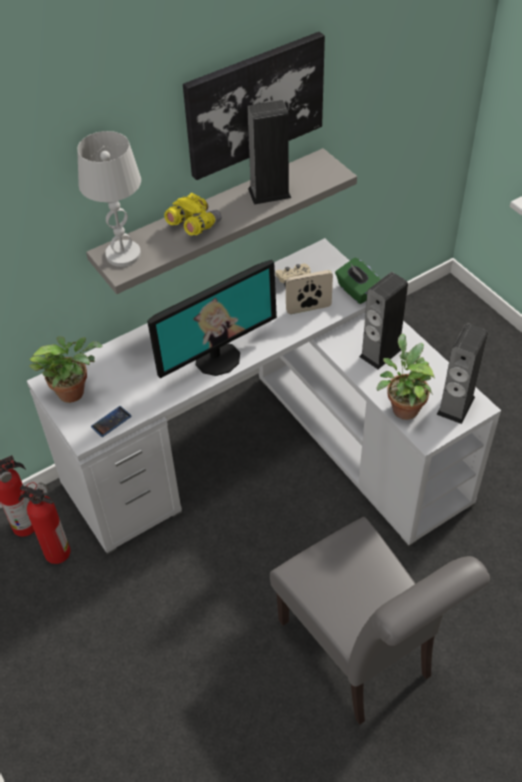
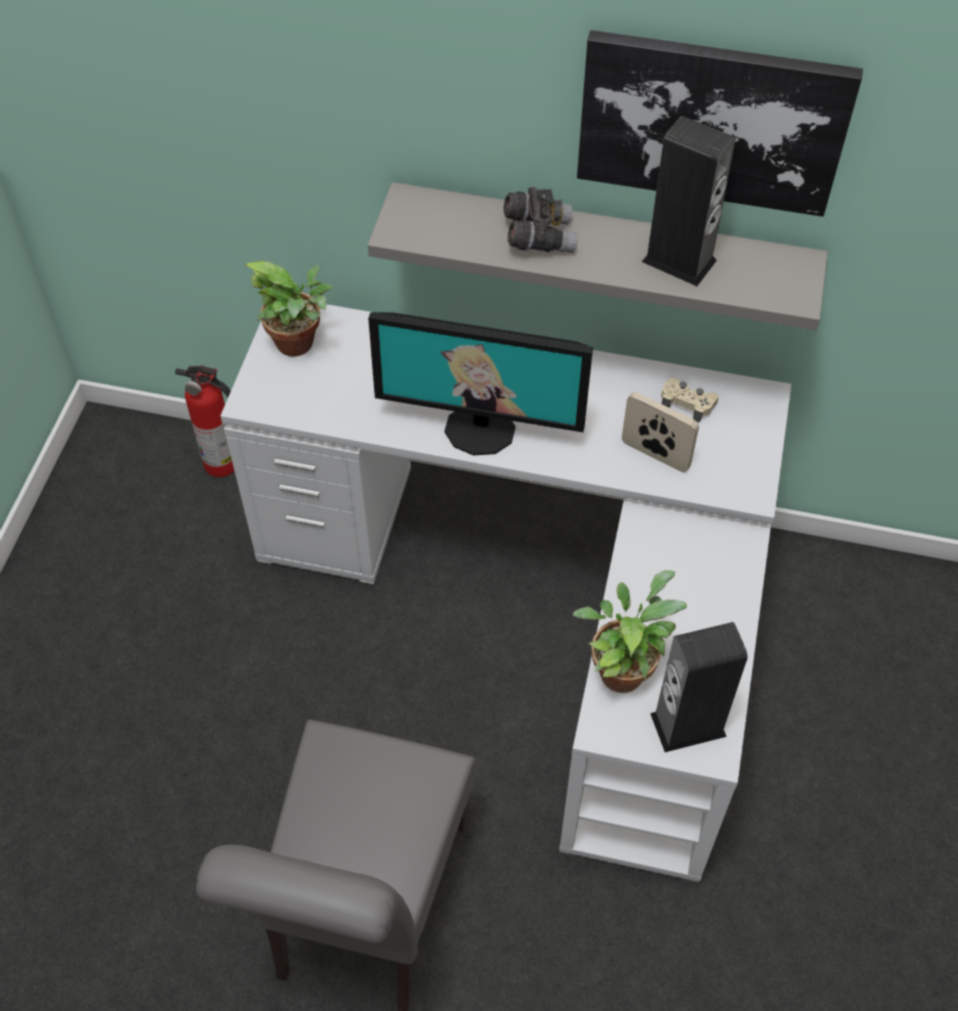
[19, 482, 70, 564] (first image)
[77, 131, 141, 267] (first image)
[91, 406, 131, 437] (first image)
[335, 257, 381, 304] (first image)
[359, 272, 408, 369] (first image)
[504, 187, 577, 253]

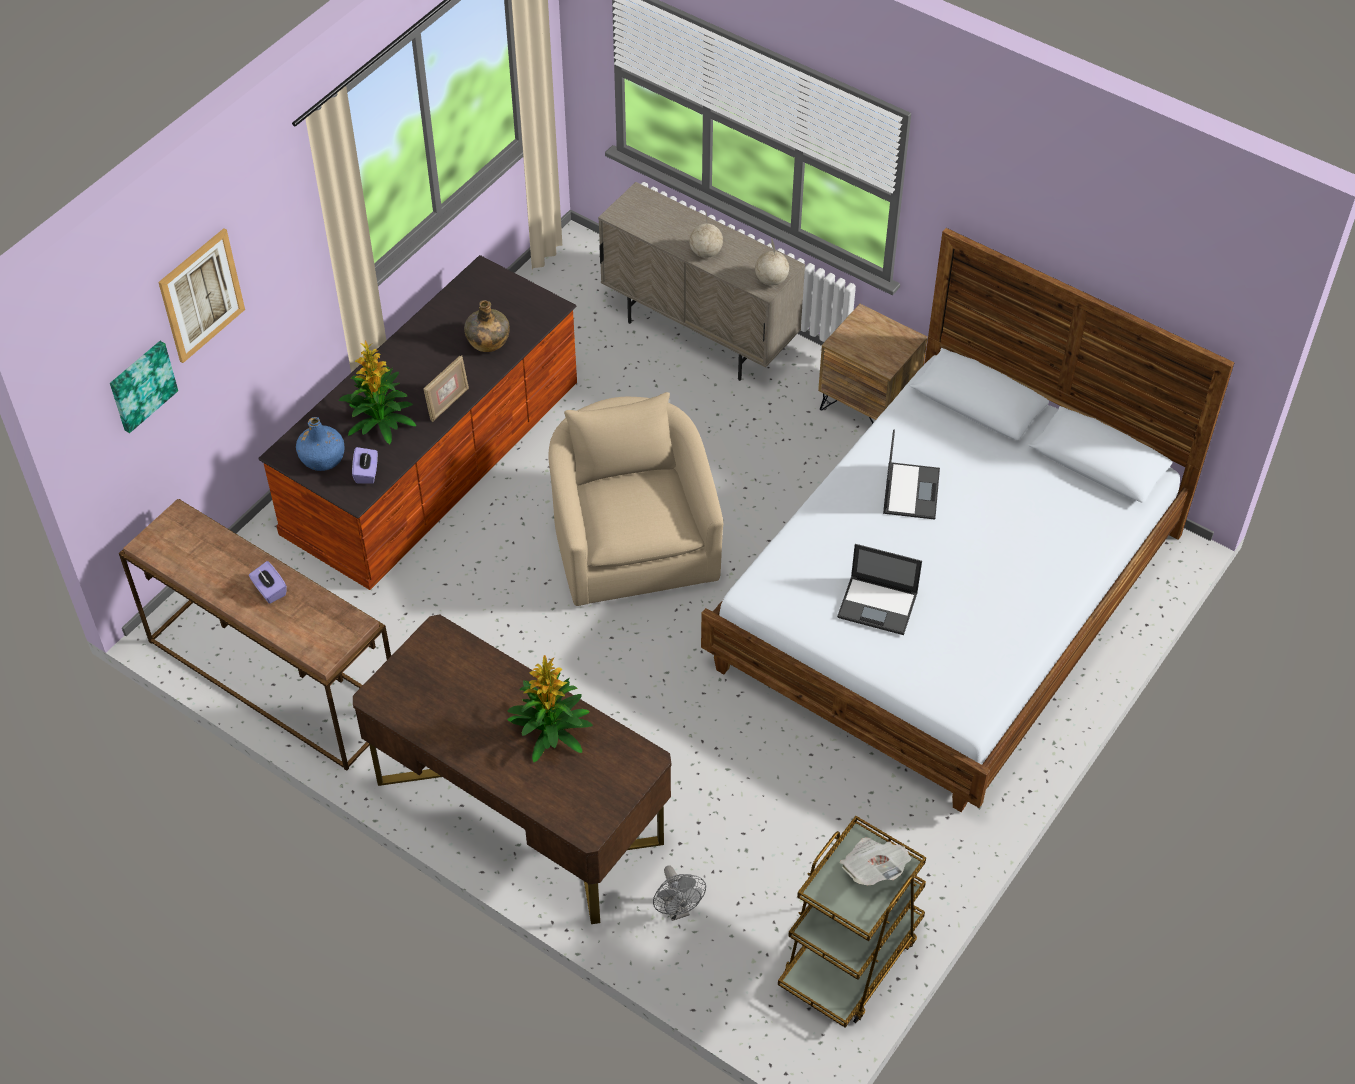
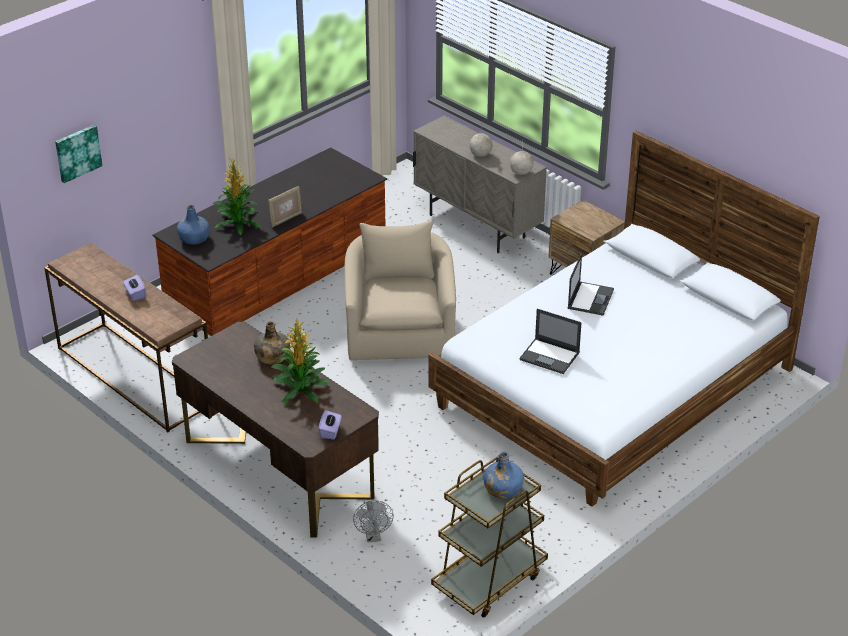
[158, 228, 245, 363] (first image)
[318, 410, 342, 439]
[254, 322, 290, 365]
[483, 452, 524, 498]

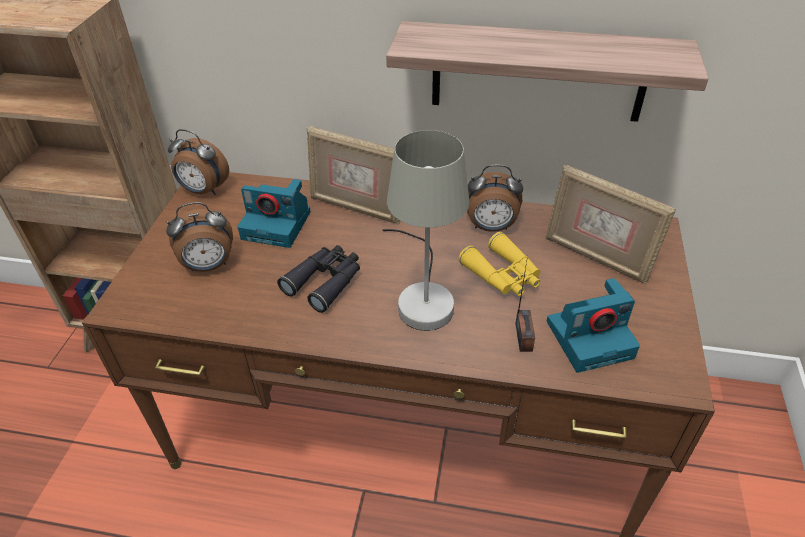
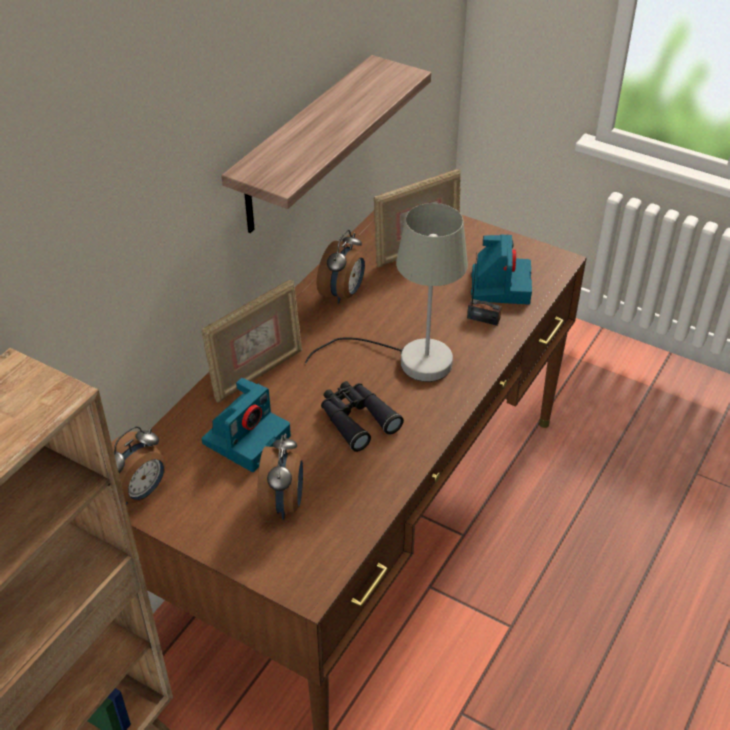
[458, 232, 541, 296] (first image)

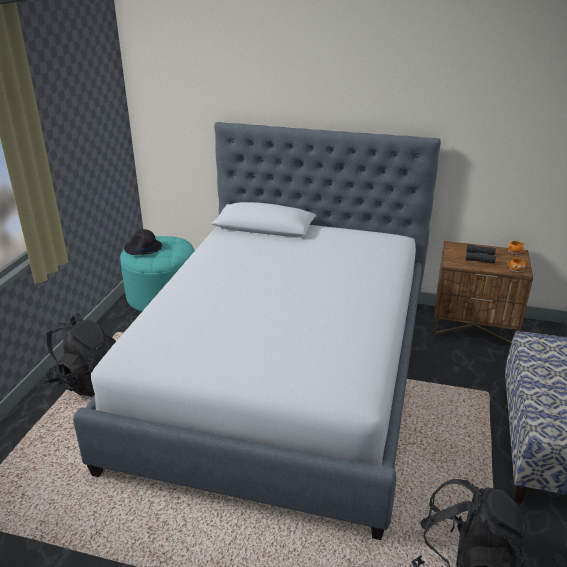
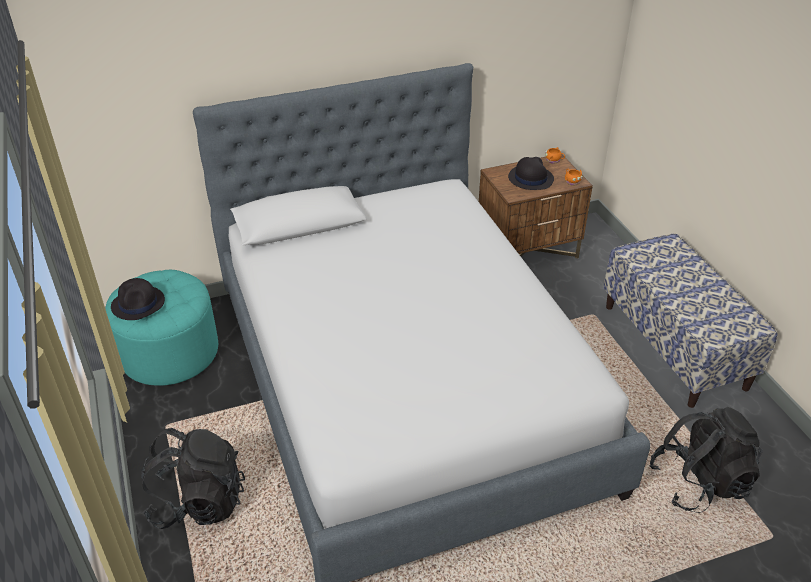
[508, 157, 554, 190]

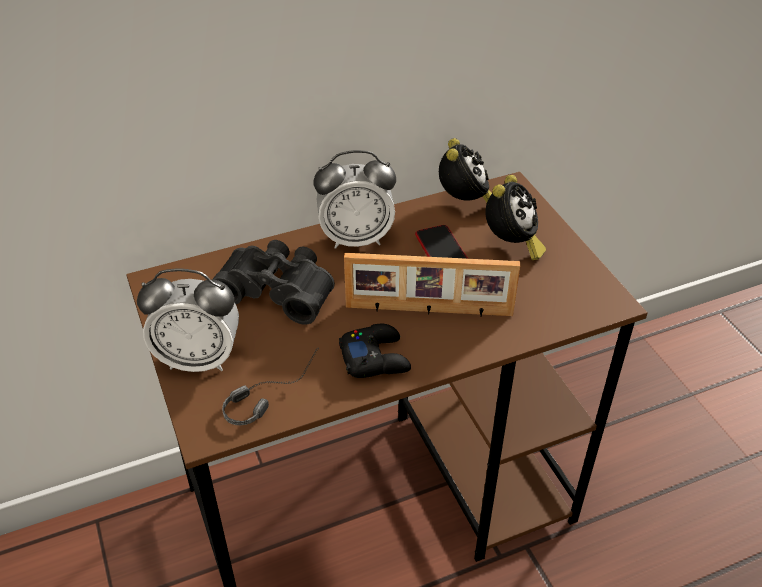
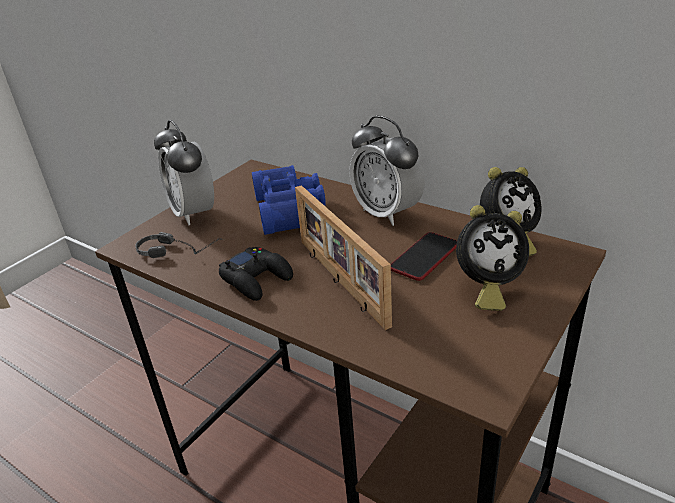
[252, 165, 326, 235]

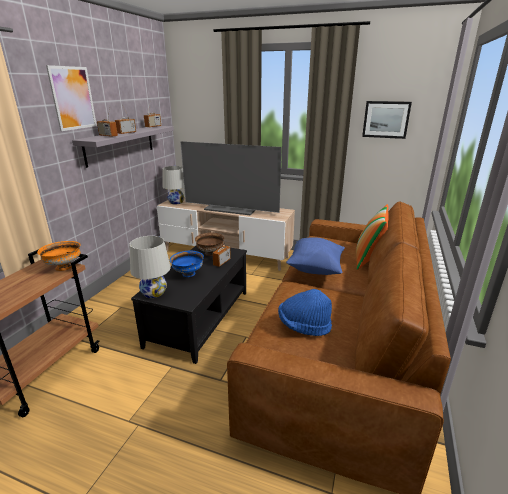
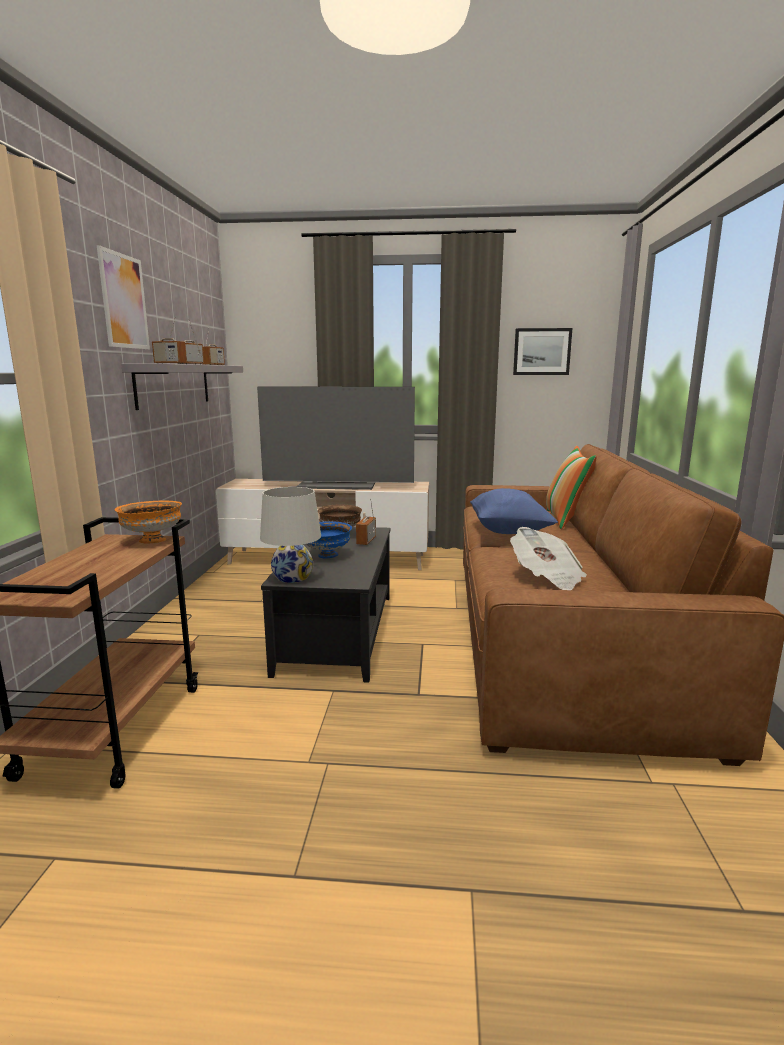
[162, 166, 184, 205] (first image)
[510, 527, 587, 590]

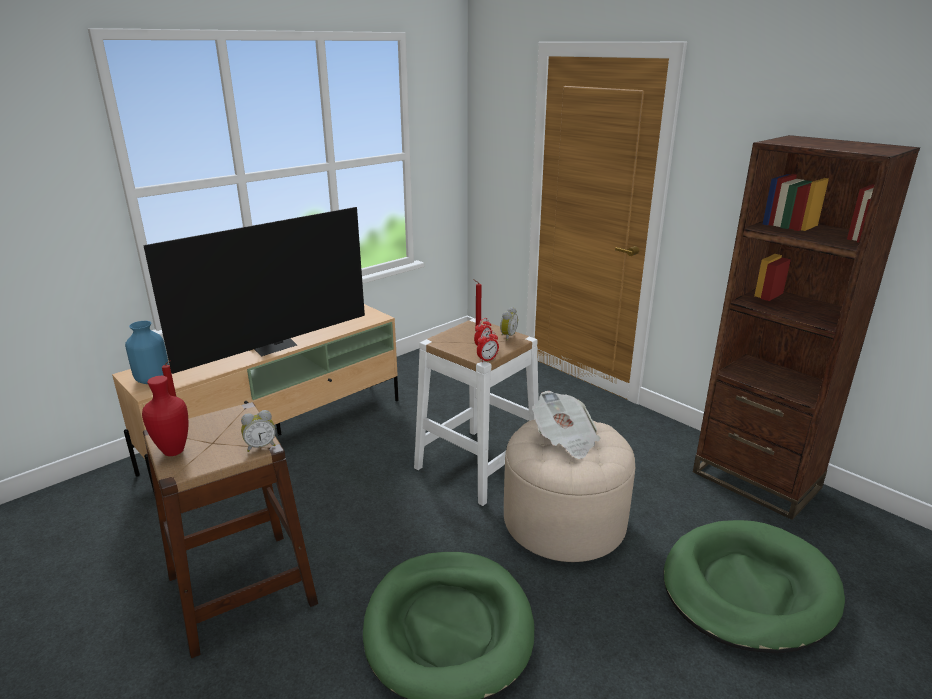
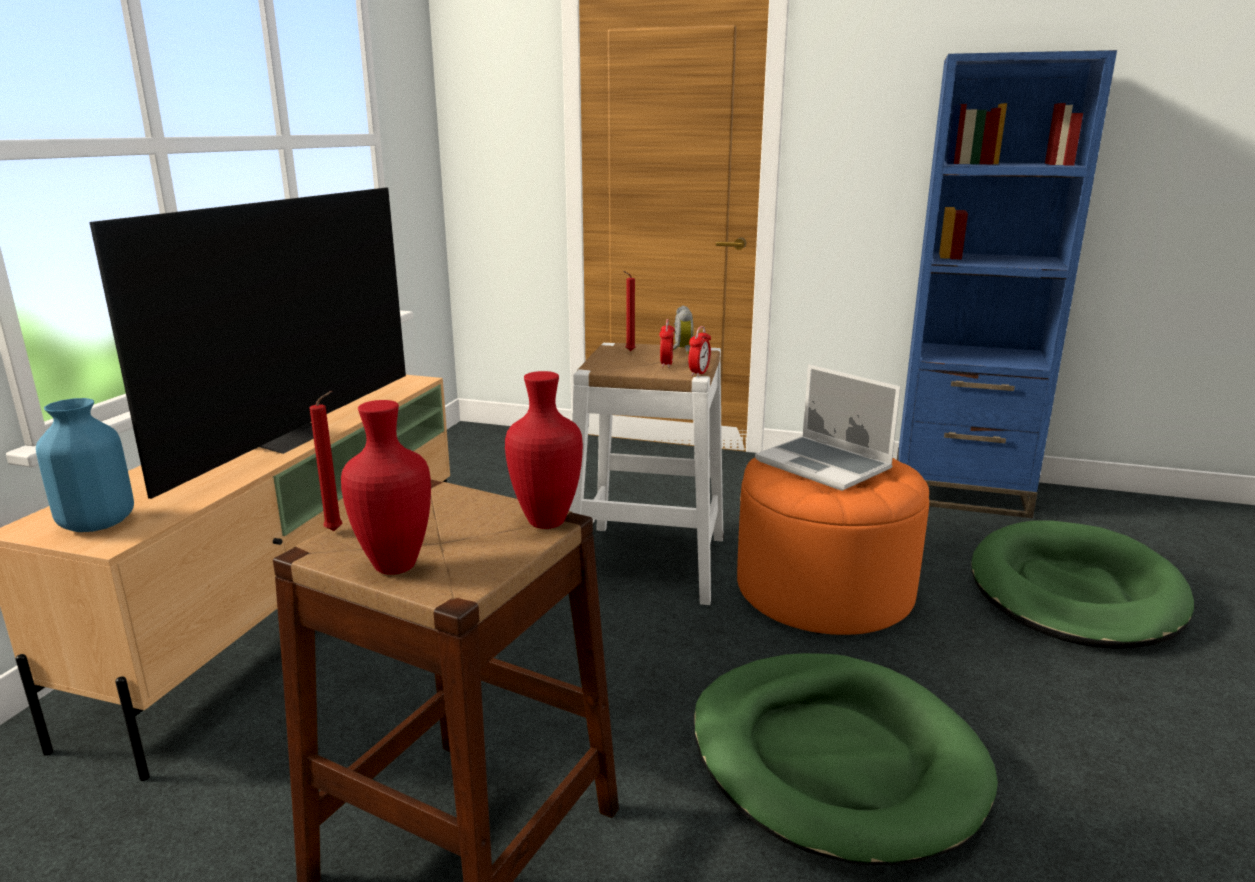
[505, 371, 583, 529]
[755, 364, 901, 491]
[737, 458, 929, 635]
[897, 50, 1117, 518]

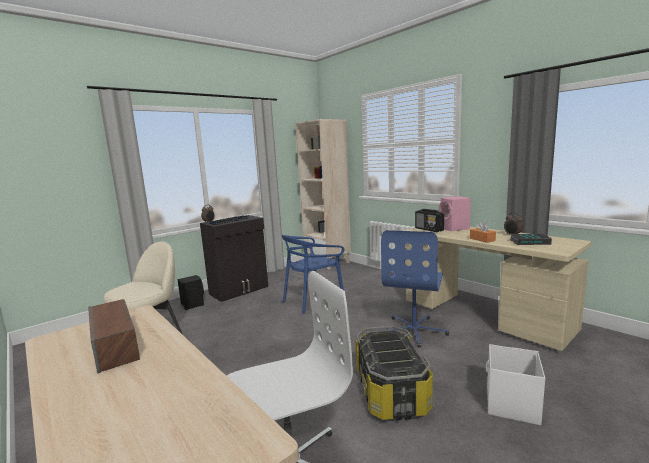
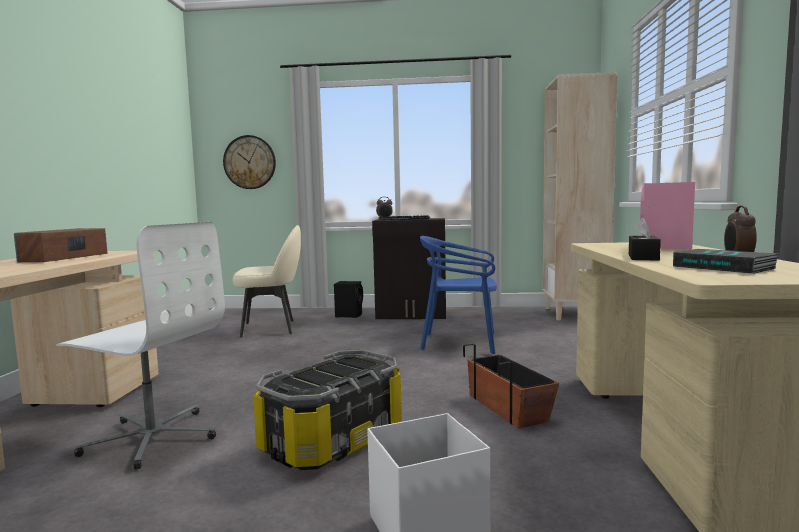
[415, 209, 444, 232] (first image)
[223, 135, 276, 189]
[463, 344, 559, 428]
[629, 218, 661, 261]

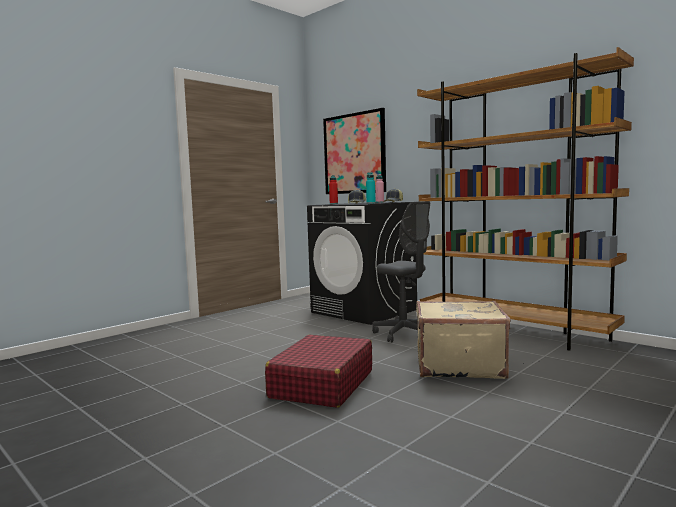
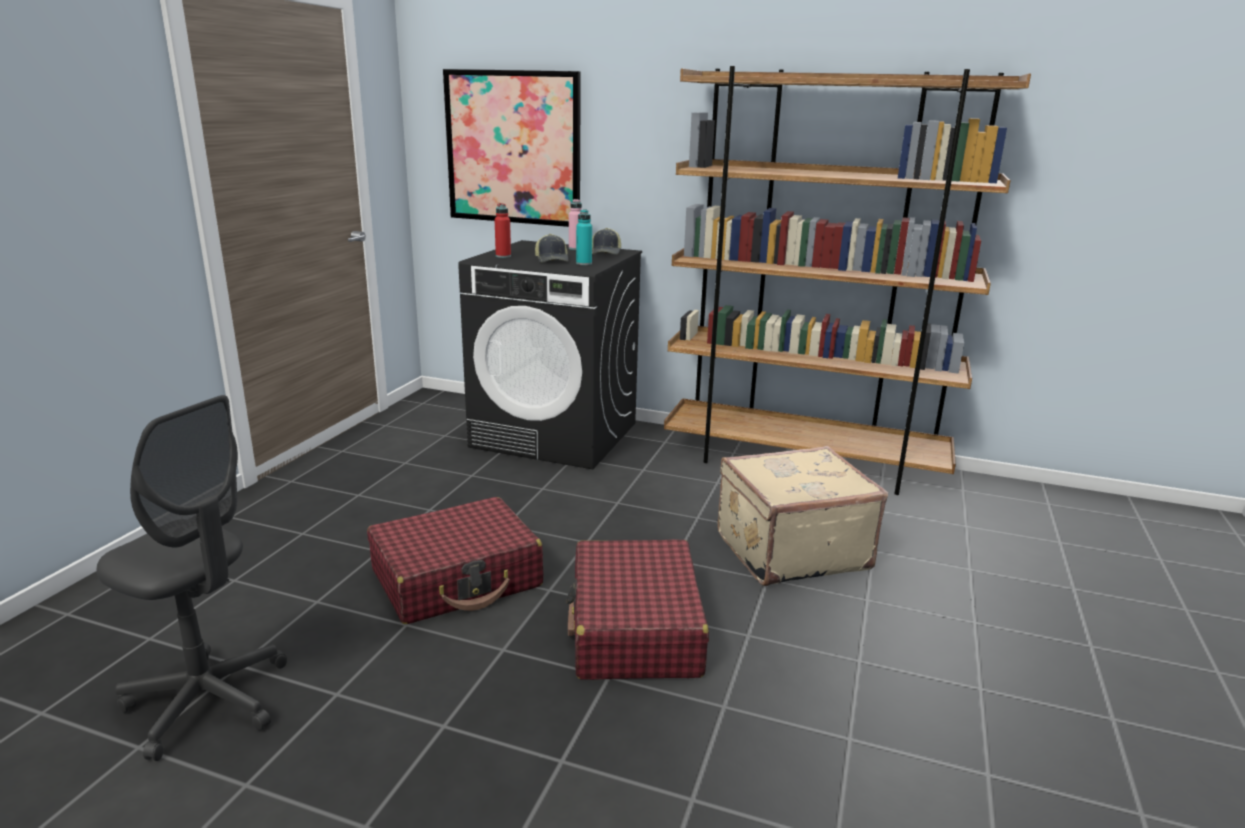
[367, 497, 543, 624]
[96, 395, 287, 761]

